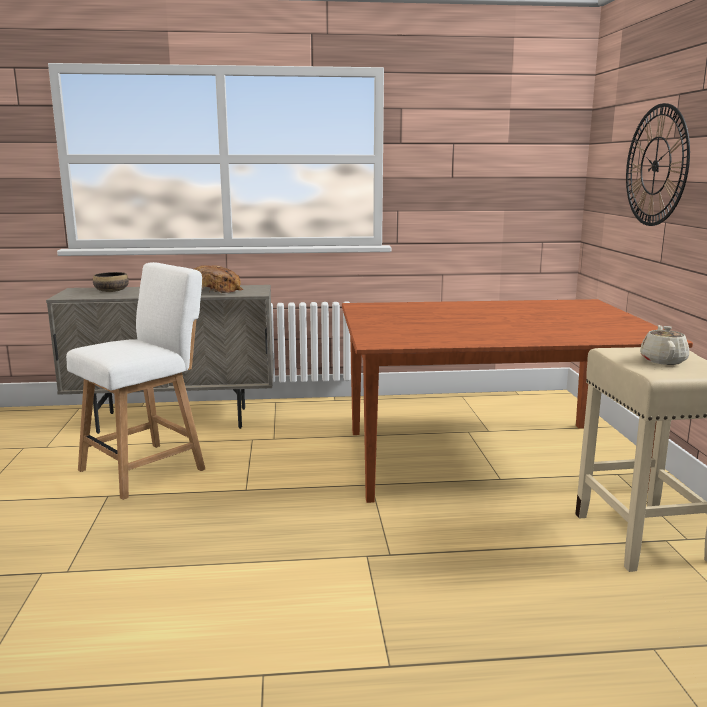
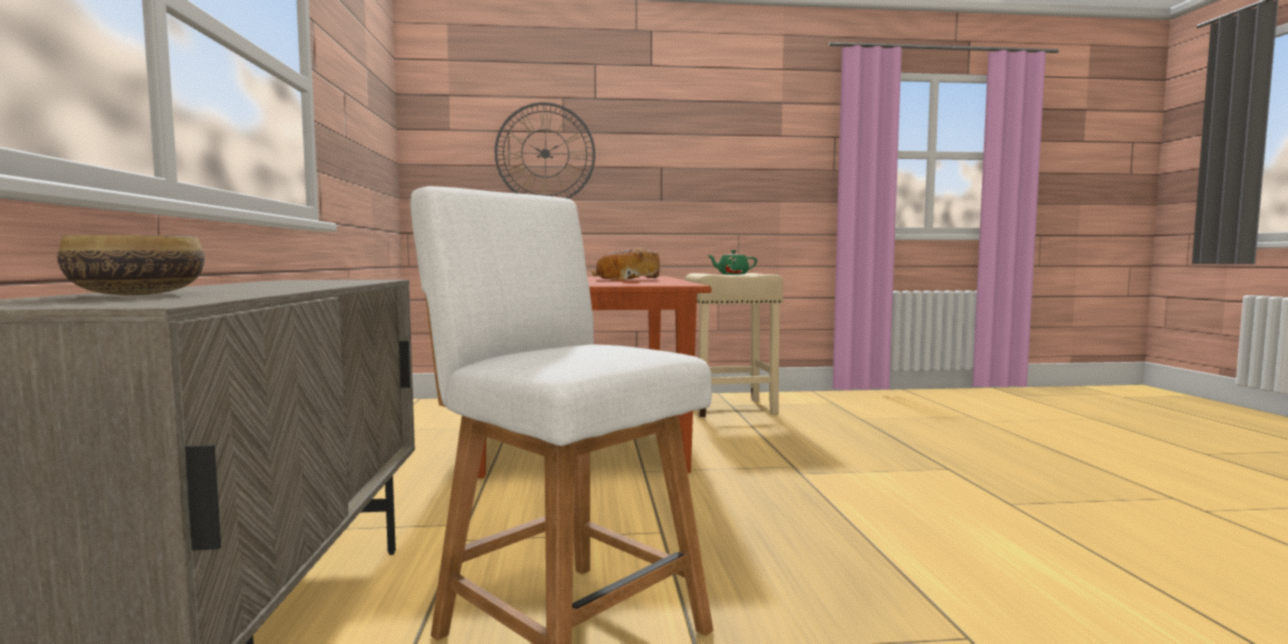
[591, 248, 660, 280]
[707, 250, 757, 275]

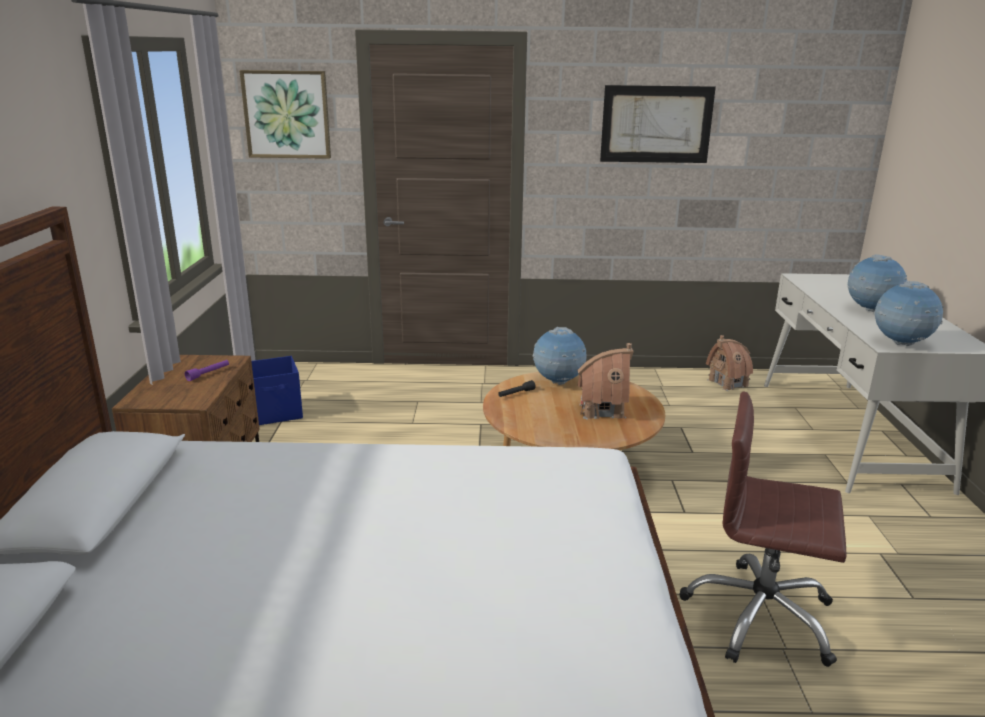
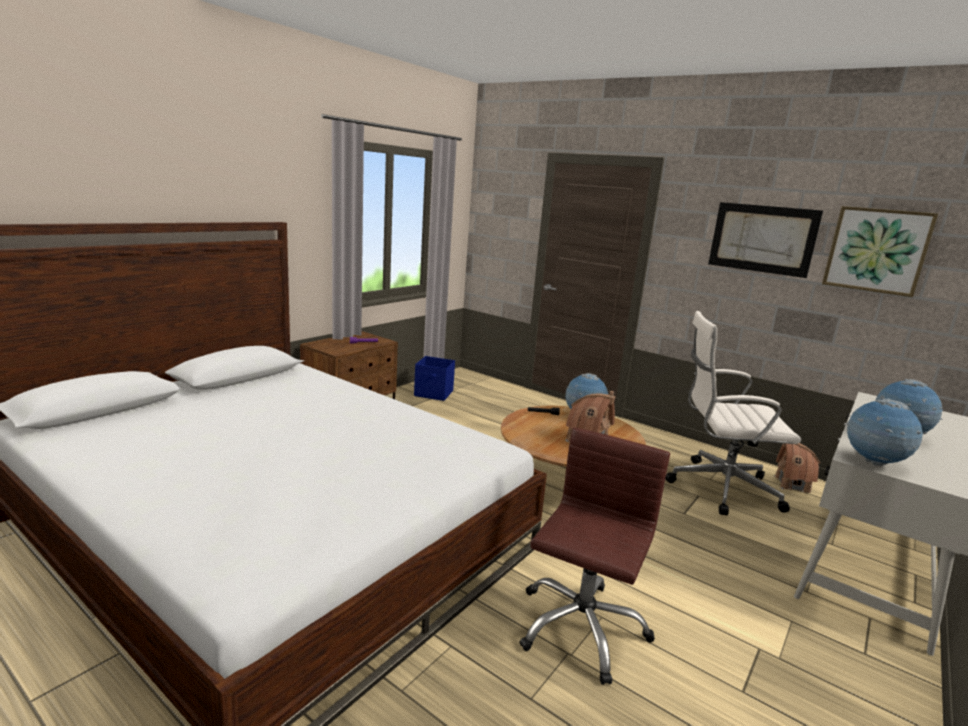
[665, 311, 801, 515]
[822, 206, 938, 297]
[519, 427, 670, 685]

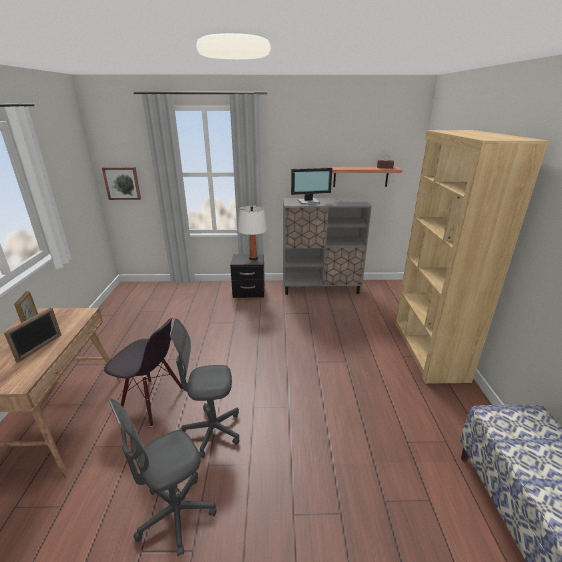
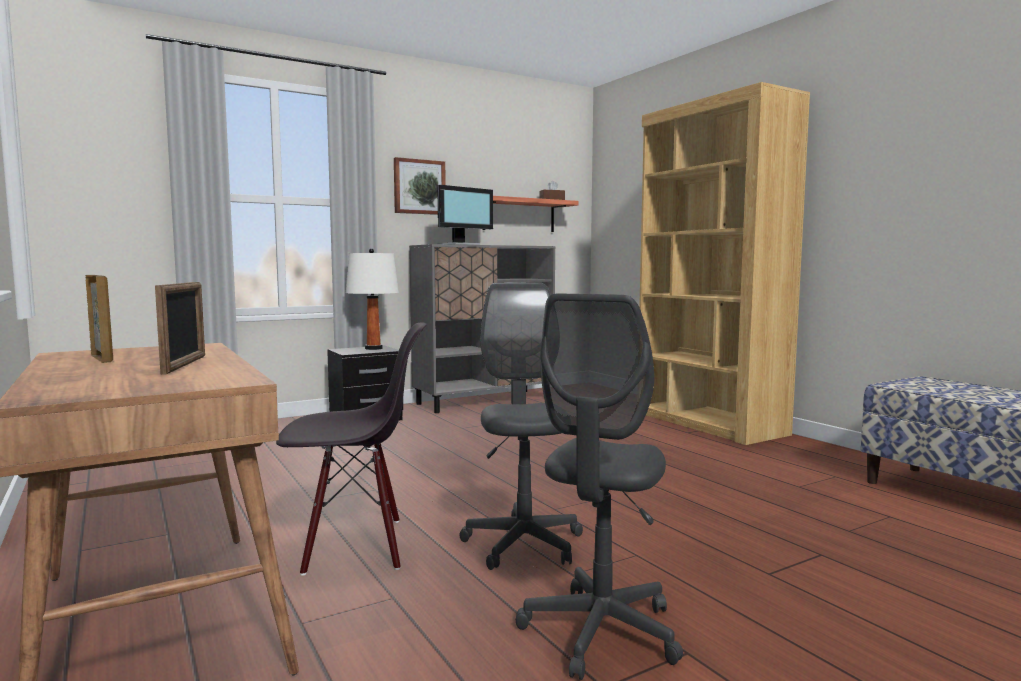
[394, 157, 446, 215]
[460, 283, 583, 570]

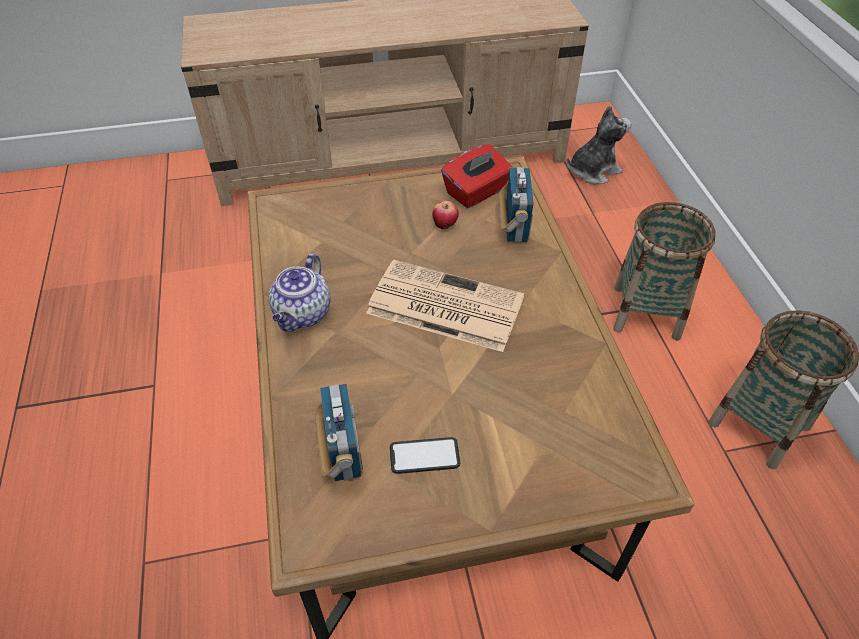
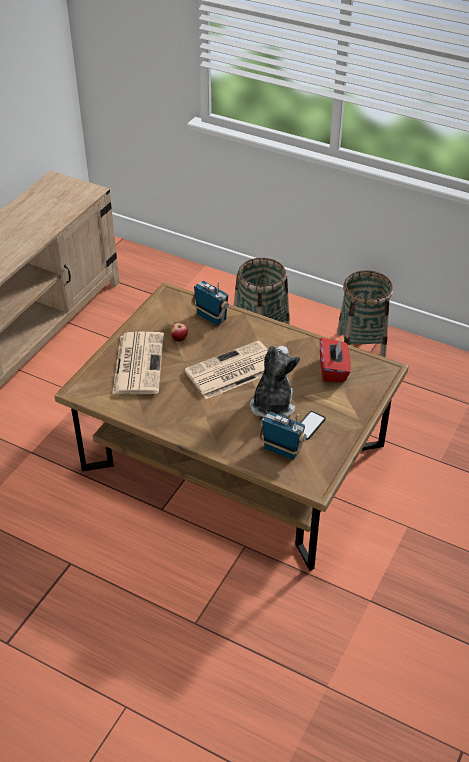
[269, 254, 331, 332] (first image)
[112, 332, 164, 394]
[320, 338, 351, 382]
[250, 346, 300, 418]

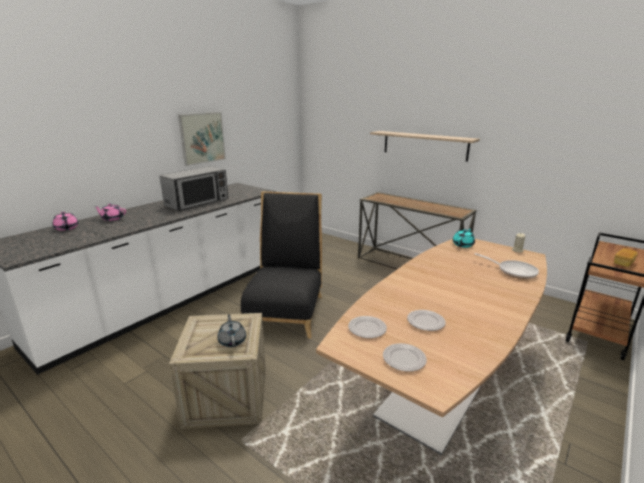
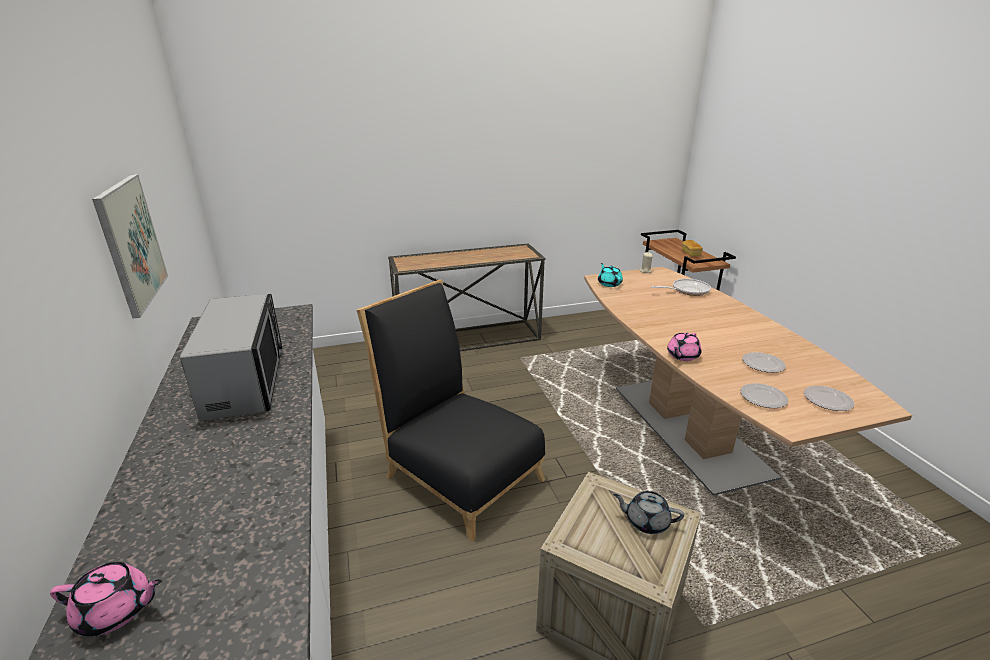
[370, 131, 480, 162] (first image)
[667, 332, 702, 361]

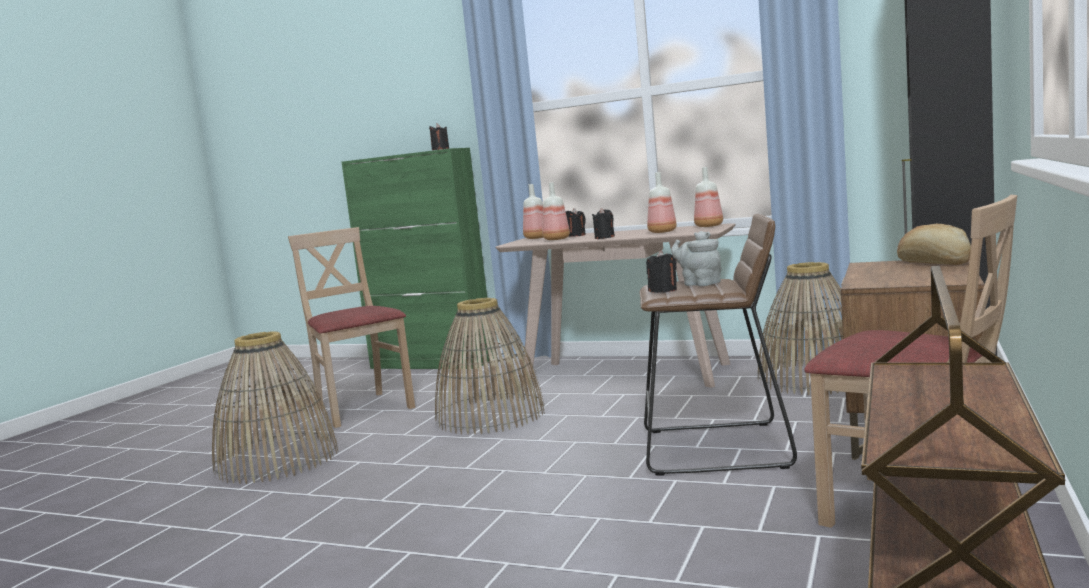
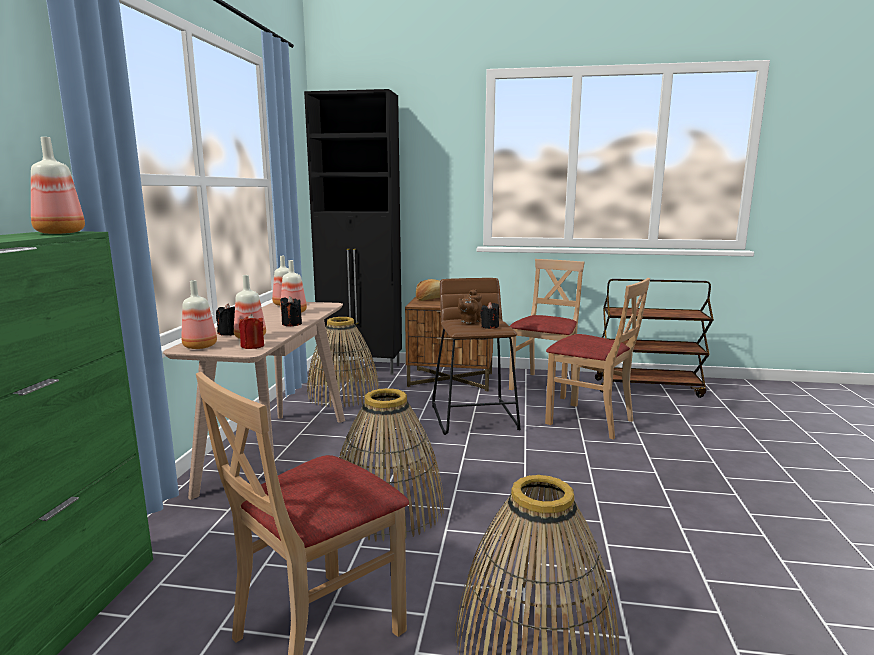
[239, 314, 264, 349]
[545, 278, 650, 440]
[31, 137, 85, 234]
[458, 289, 482, 324]

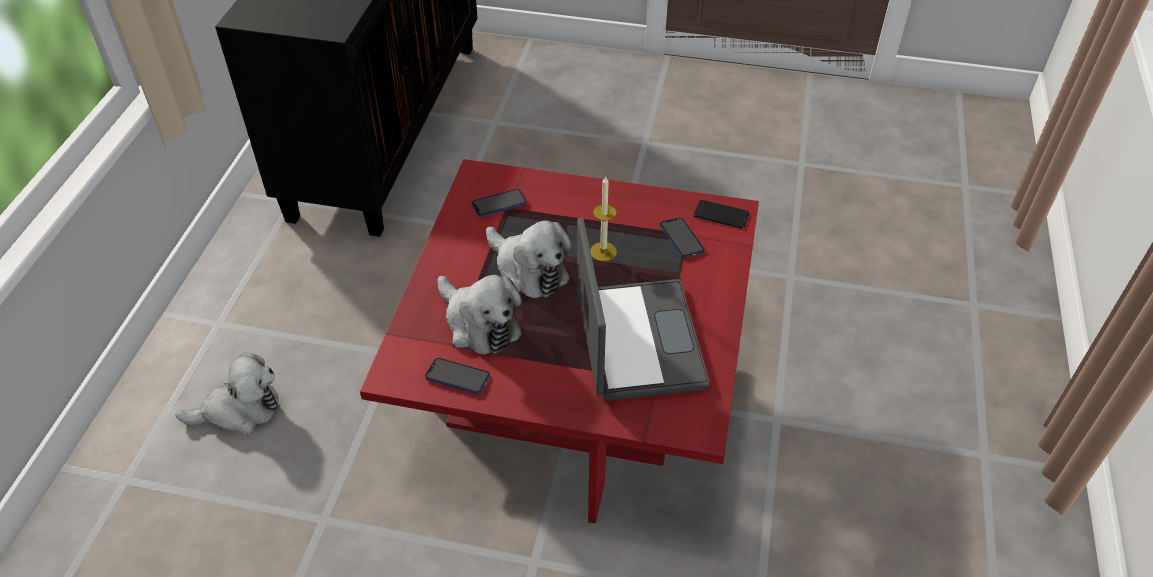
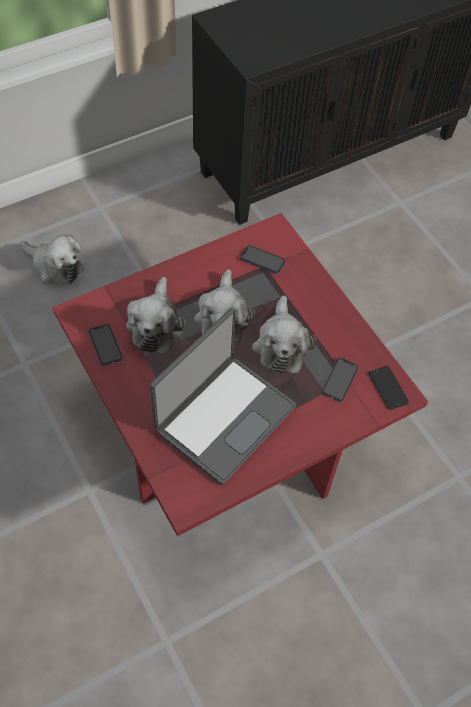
[252, 295, 316, 373]

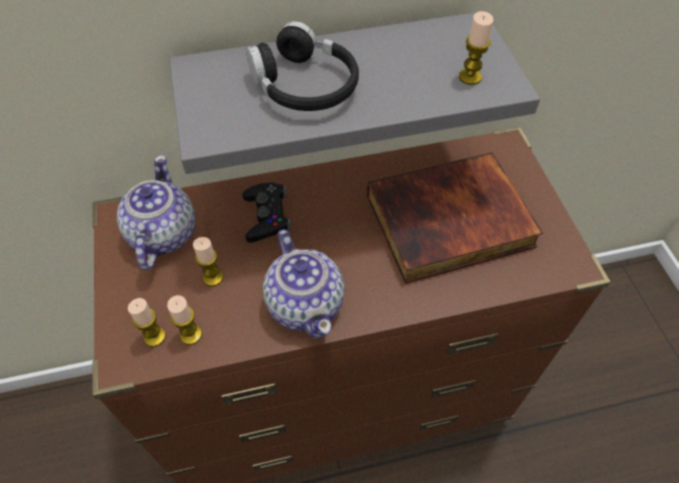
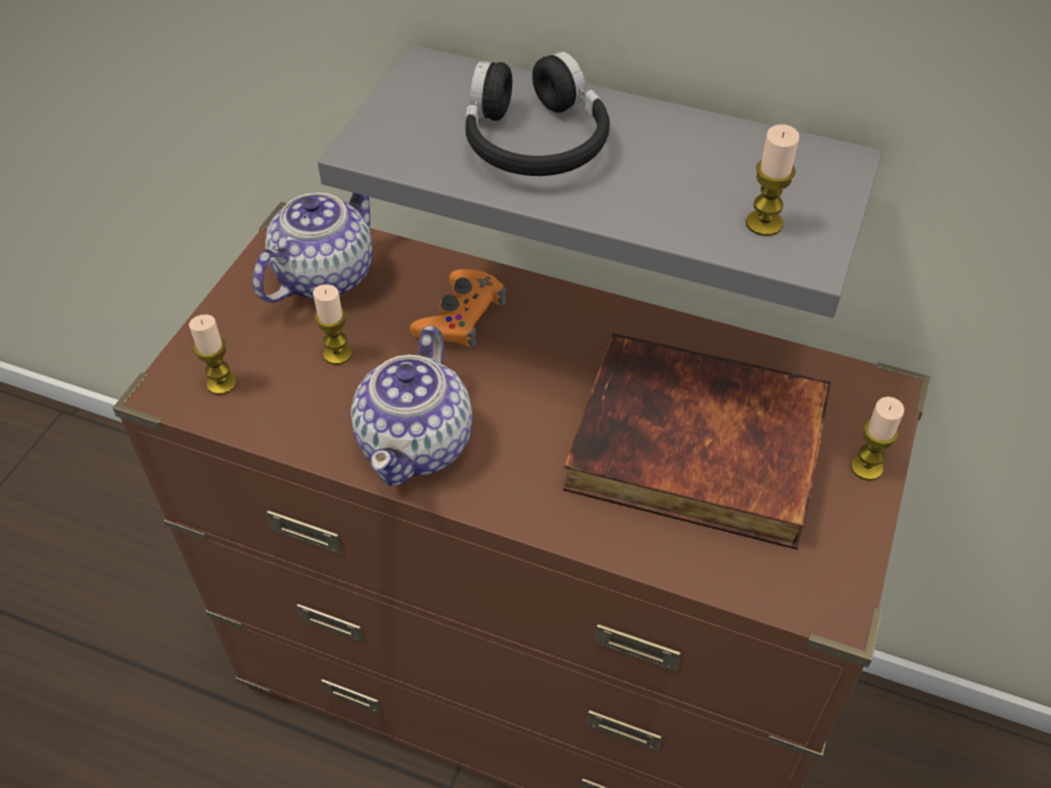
[850, 397, 904, 481]
[410, 269, 506, 347]

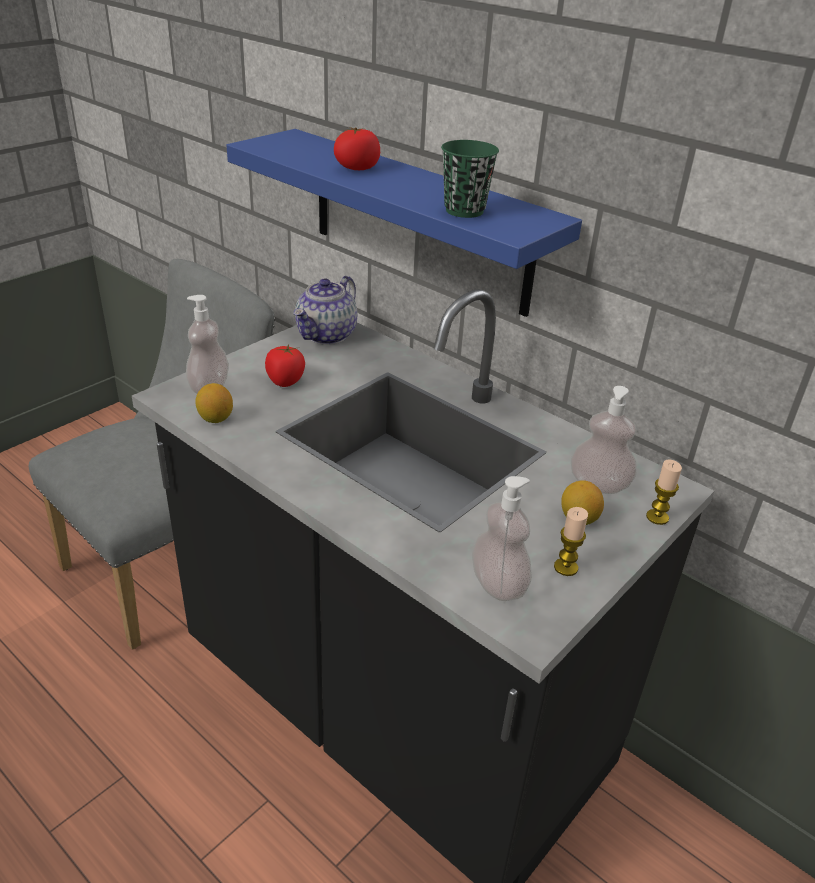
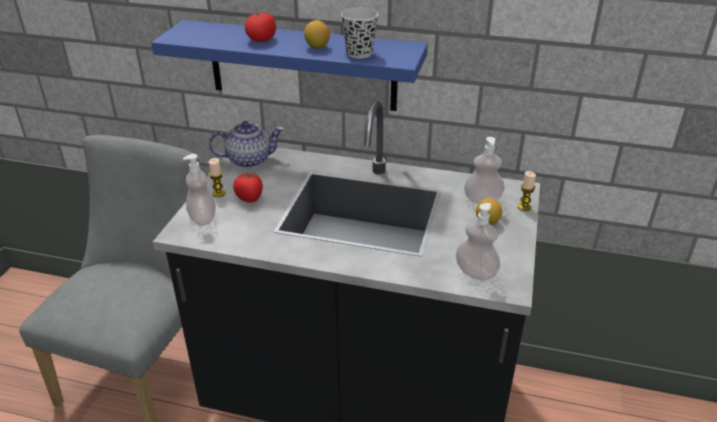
[304, 20, 330, 49]
[209, 158, 225, 197]
[341, 8, 379, 59]
[209, 121, 284, 168]

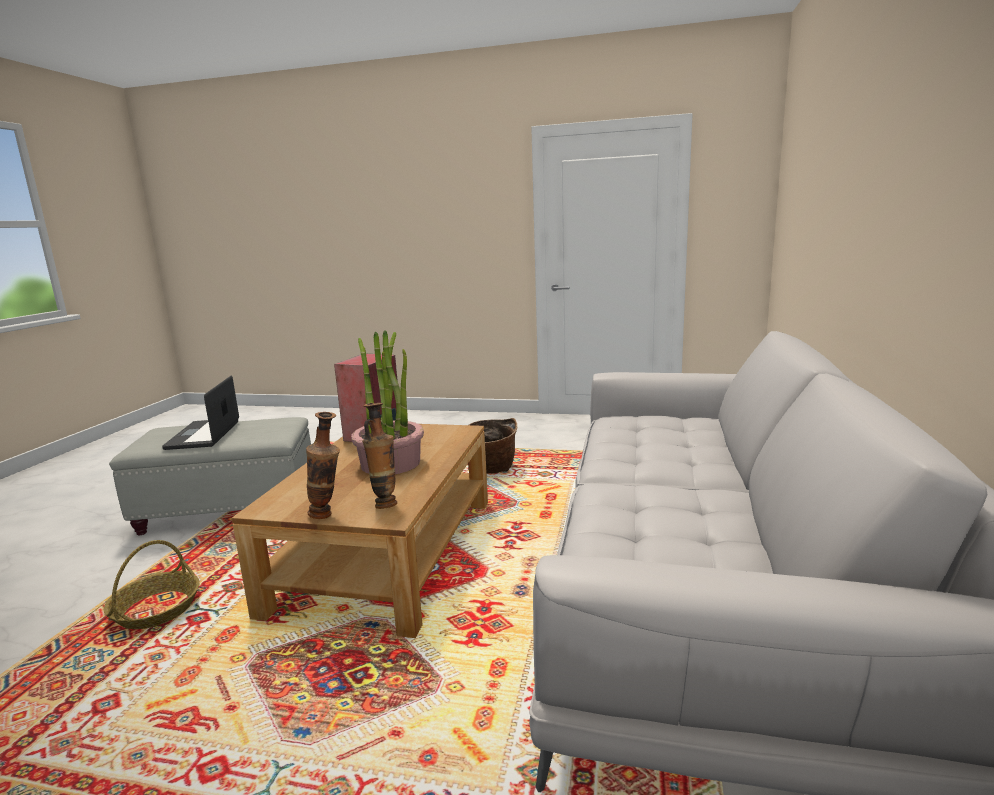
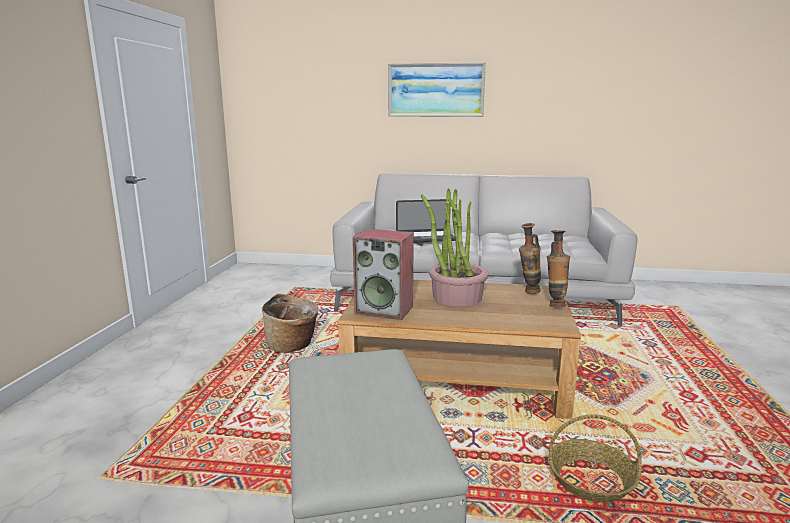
[388, 62, 486, 117]
[396, 199, 455, 243]

